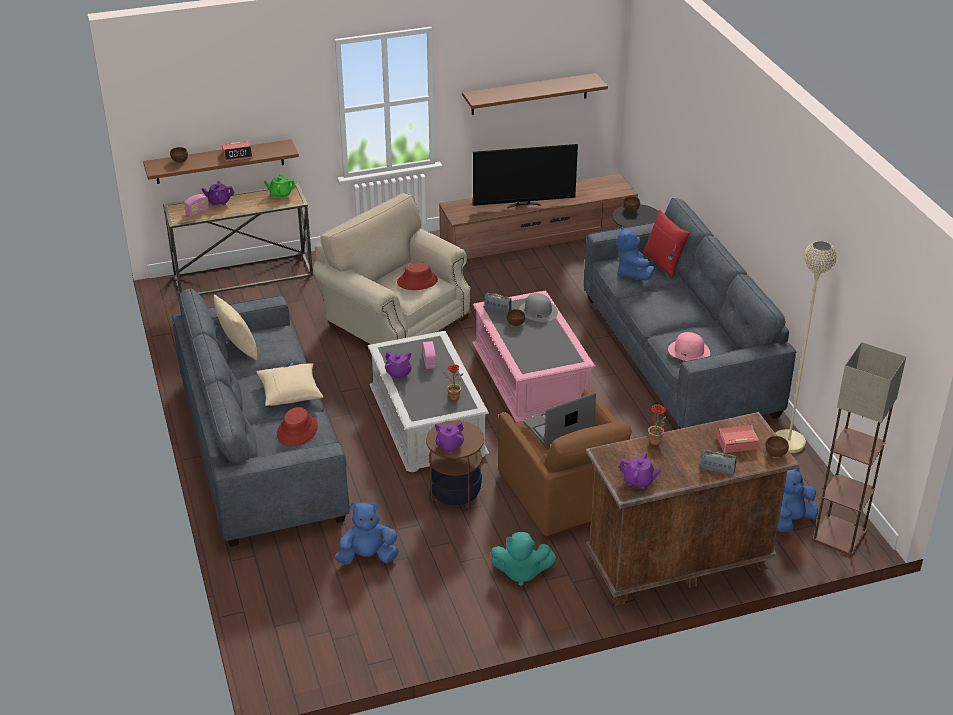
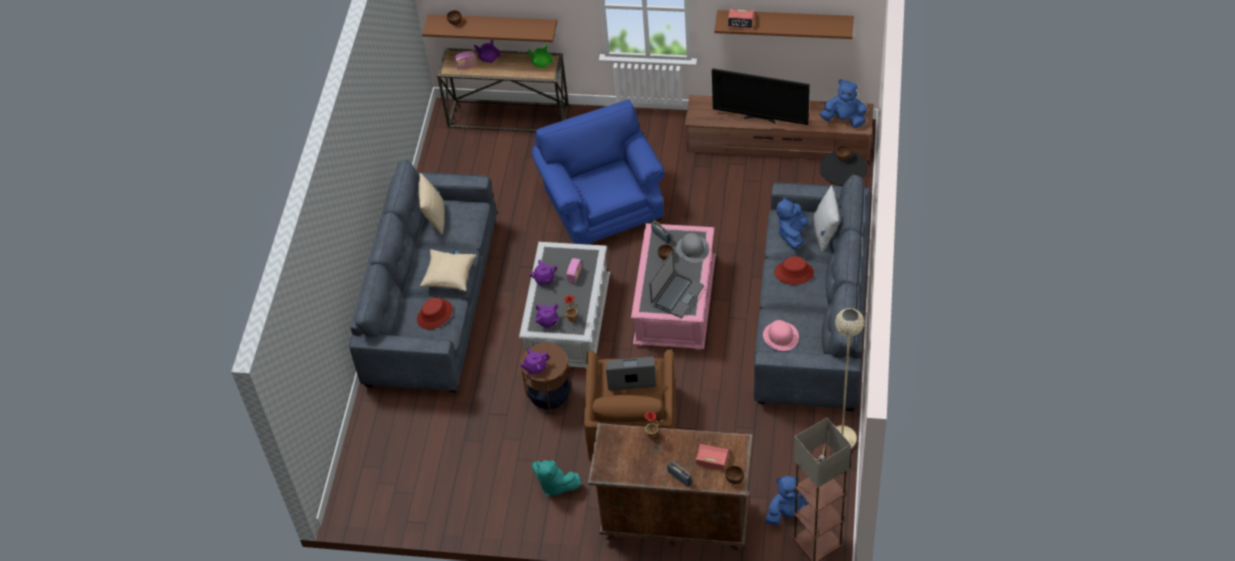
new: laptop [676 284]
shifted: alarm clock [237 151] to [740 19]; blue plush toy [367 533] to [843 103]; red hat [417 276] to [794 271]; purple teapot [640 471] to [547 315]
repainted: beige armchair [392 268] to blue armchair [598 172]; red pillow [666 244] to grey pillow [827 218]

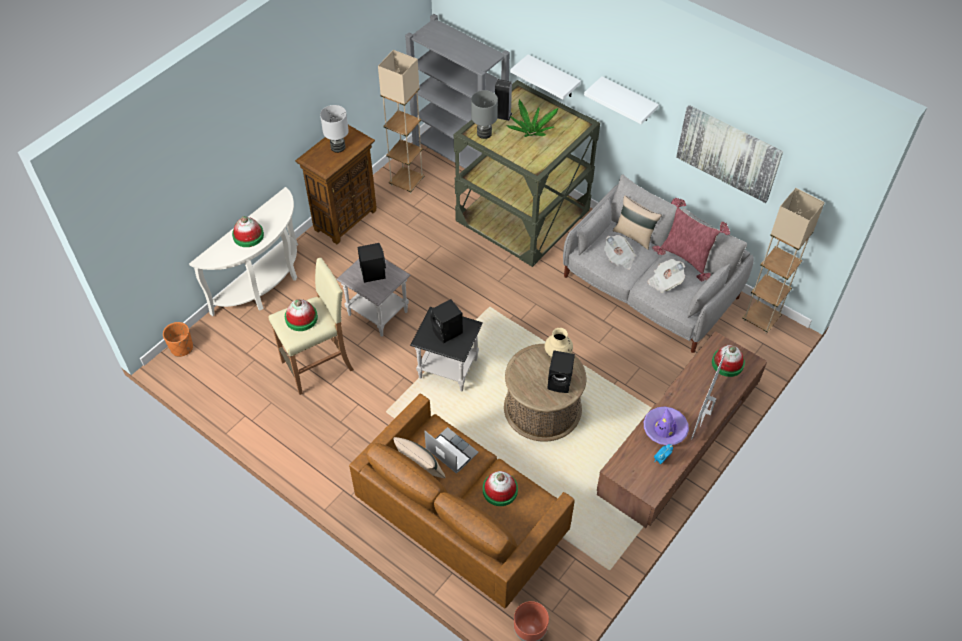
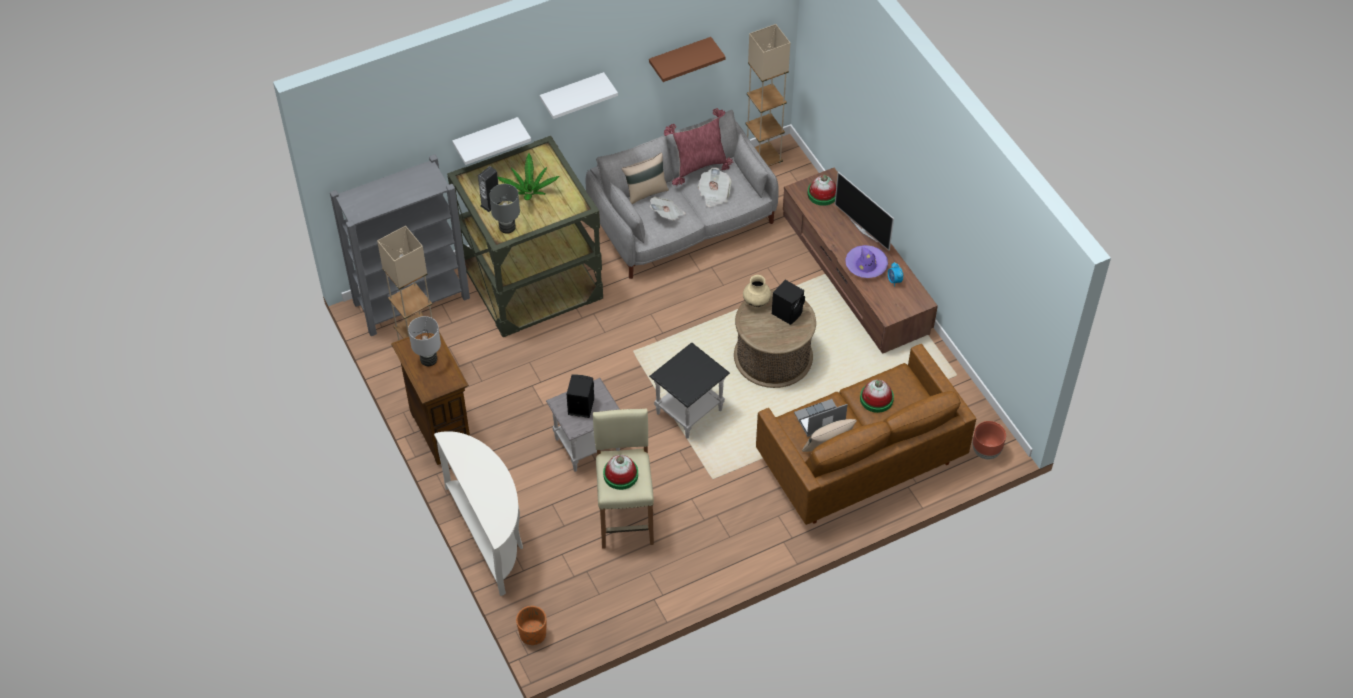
gone: hat [248 231]; black speaker [446 321]
swapped: picture [729 154] to brown shelf [687 59]

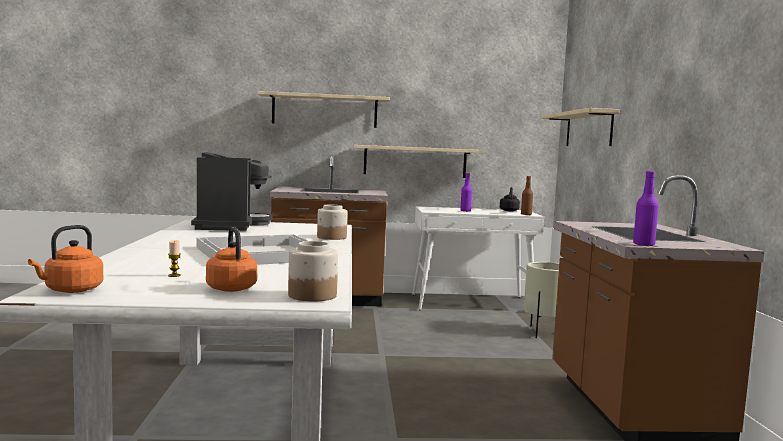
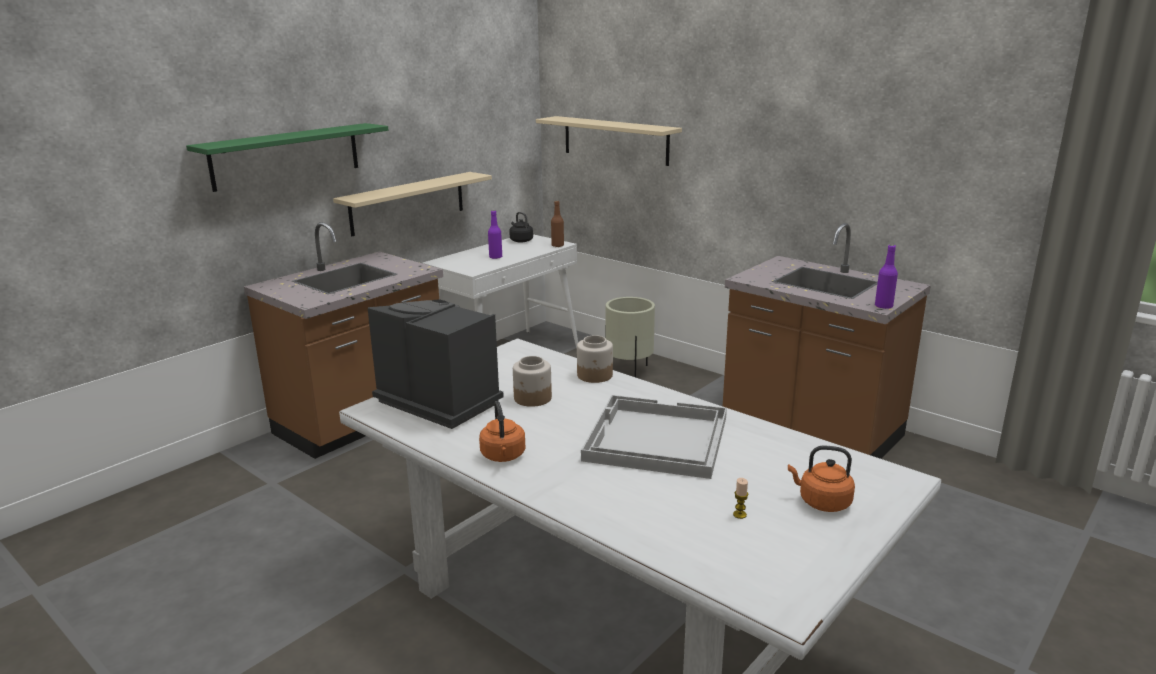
shifted: orange kettle [65 259] to [502 431]; jar [313 271] to [532 381]
repainted: beige shelf [323 109] to green shelf [287 157]

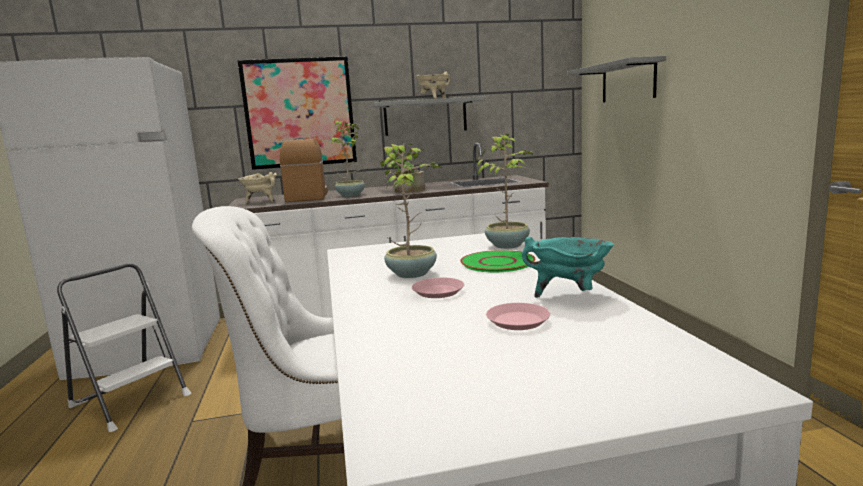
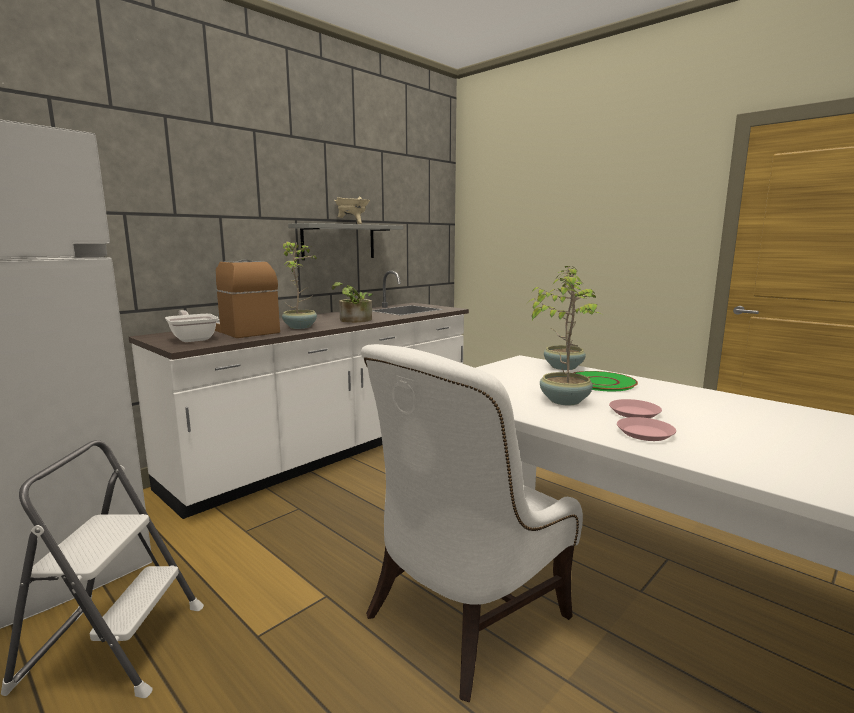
gone: picture [297 113]; turquoise cooking pot [568 267]; grey shelf [617 79]
shifted: pink plate [518 316] to [646 429]
swapped: beige cooking pot [257 187] to frying pan [191 326]

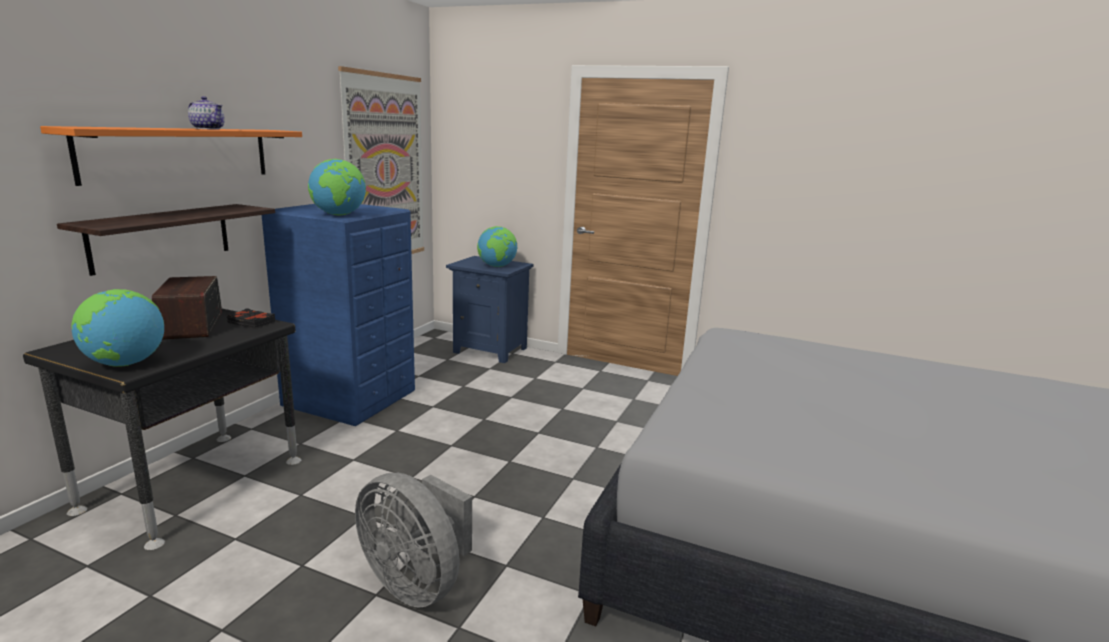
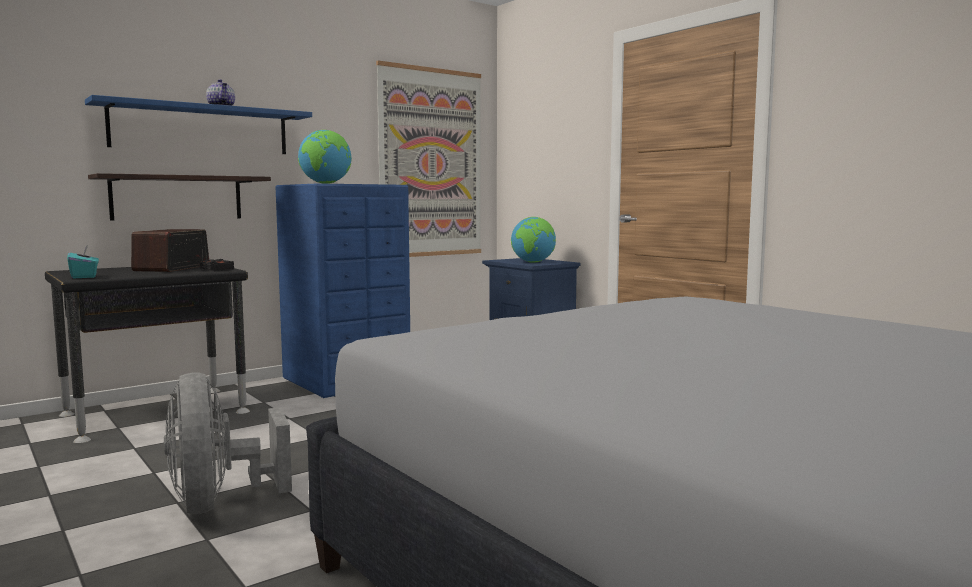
swapped: globe [117 328] to turquoise tissue box [83 261]
repainted: orange shelf [171 156] to blue shelf [198 124]

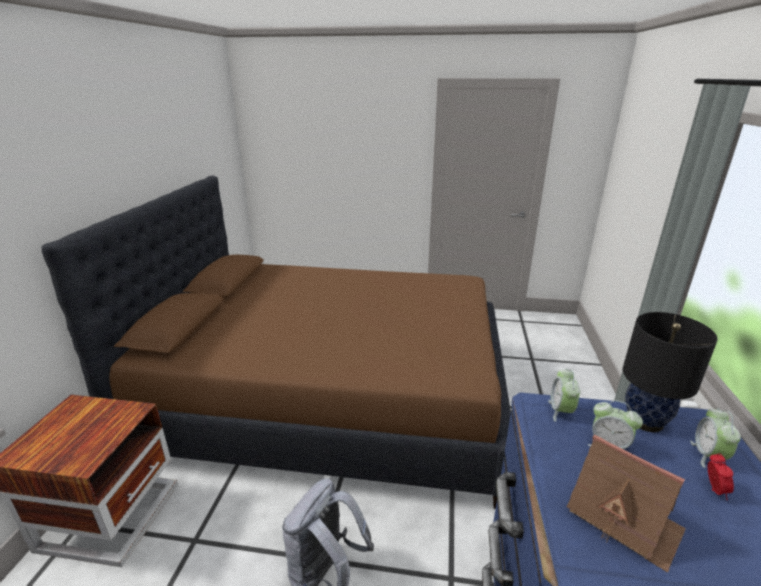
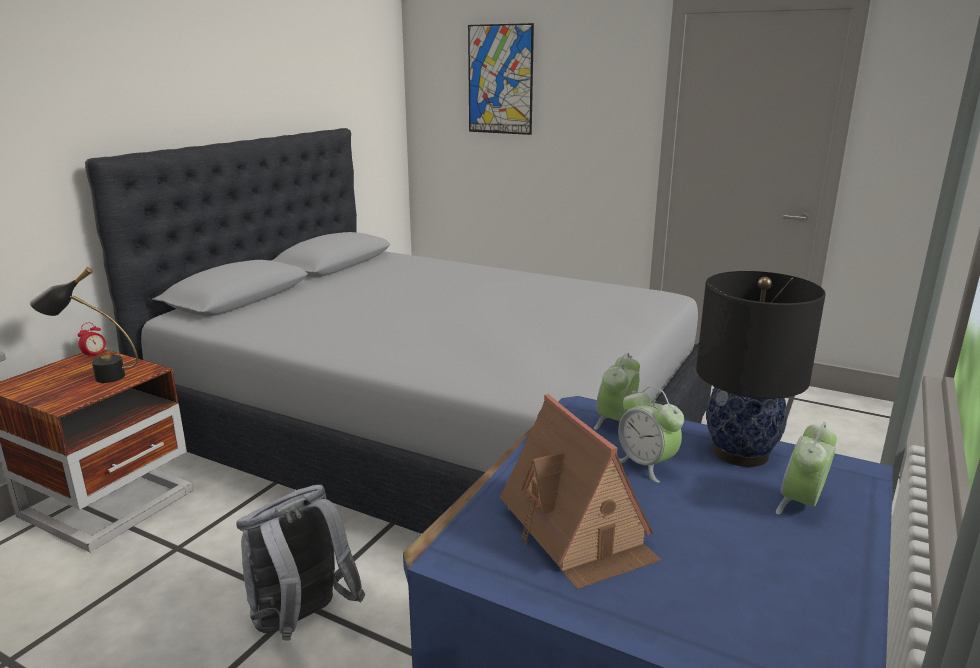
new: black table lamp [84 325]; picture [501 79]
shifted: alarm clock [721 476] to [92 340]
repainted: brown bed [276 342] to grey bed [398 331]

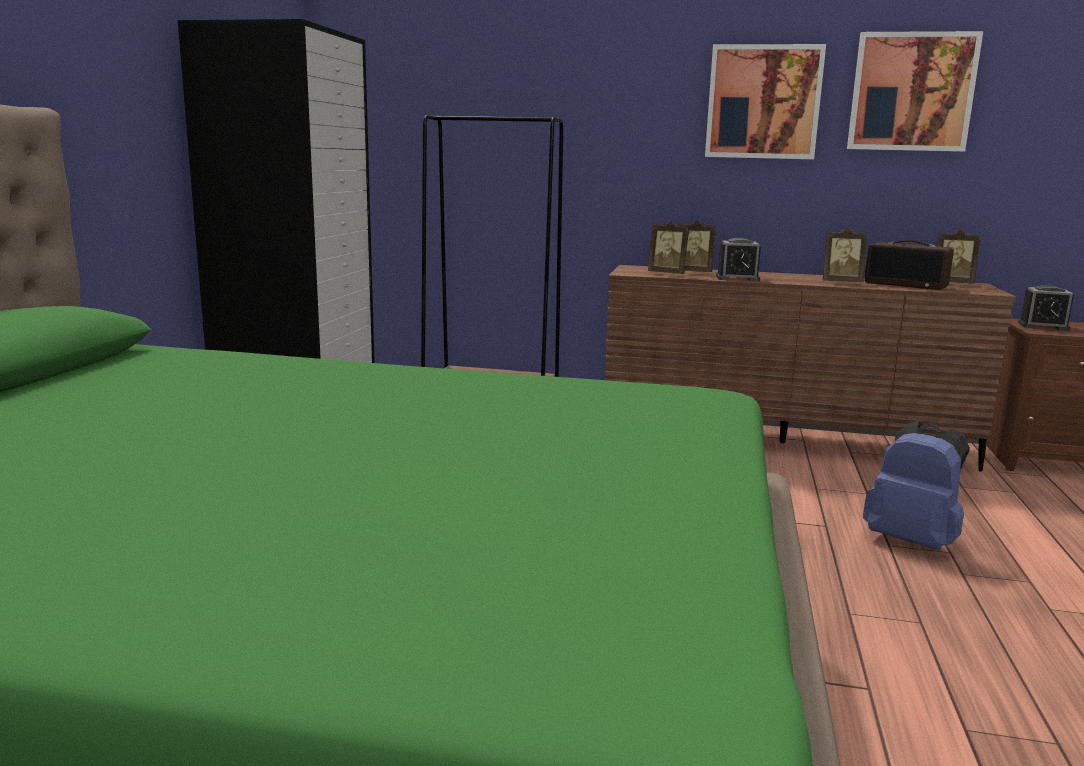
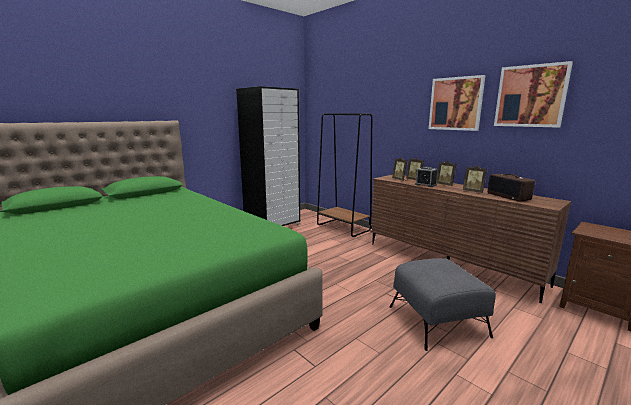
gone: alarm clock [1046 308]
shifted: picture frame [959 256] to [446 173]
swapped: blue backpack [916 485] to grey ottoman [443 304]

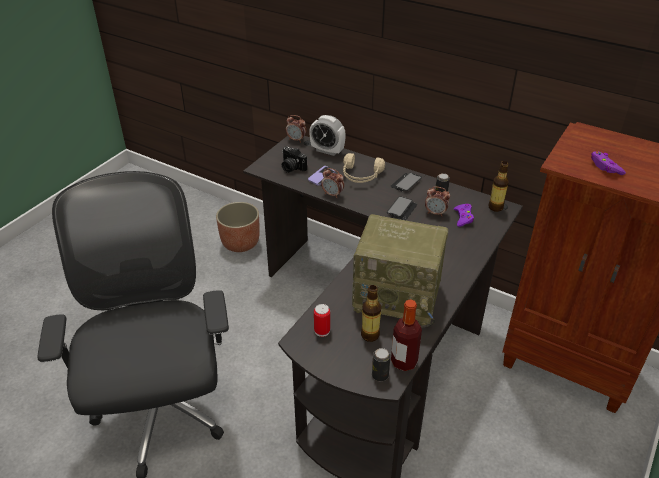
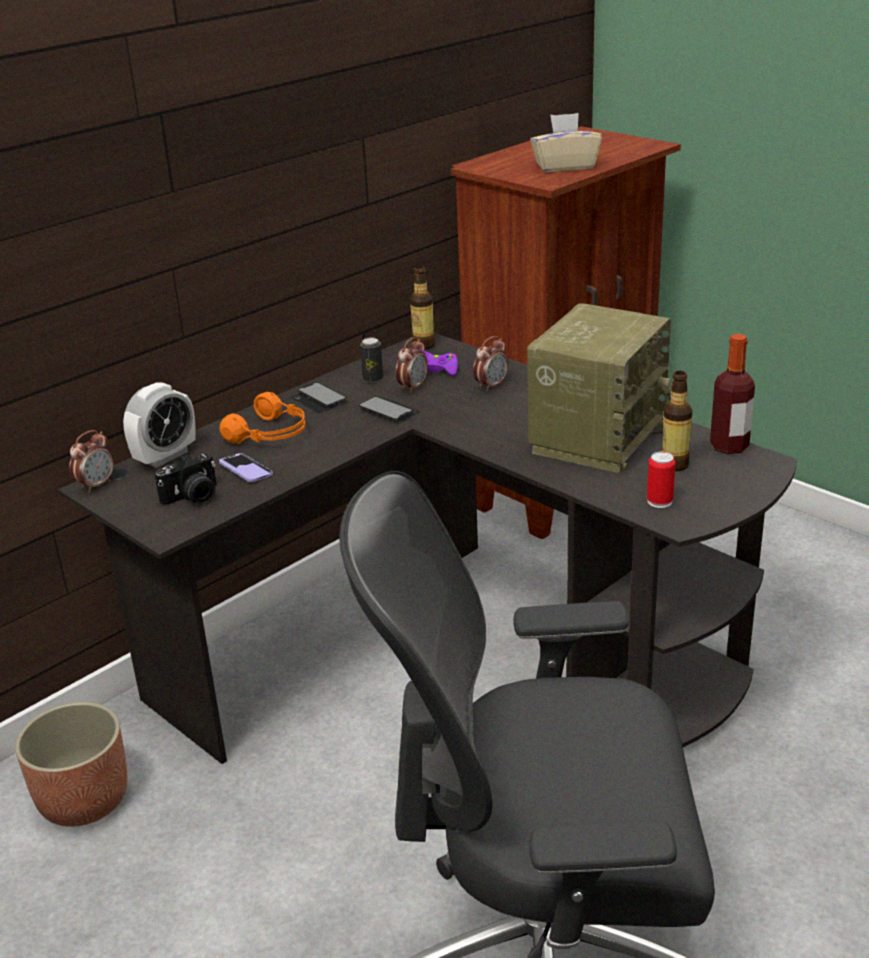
gone: can [381 364]
shifted: alarm clock [332 183] to [490 364]
swapped: purple game controller [608 163] to beige tissue box [566 142]
repainted: beige headphones [364 168] to orange headphones [262 418]

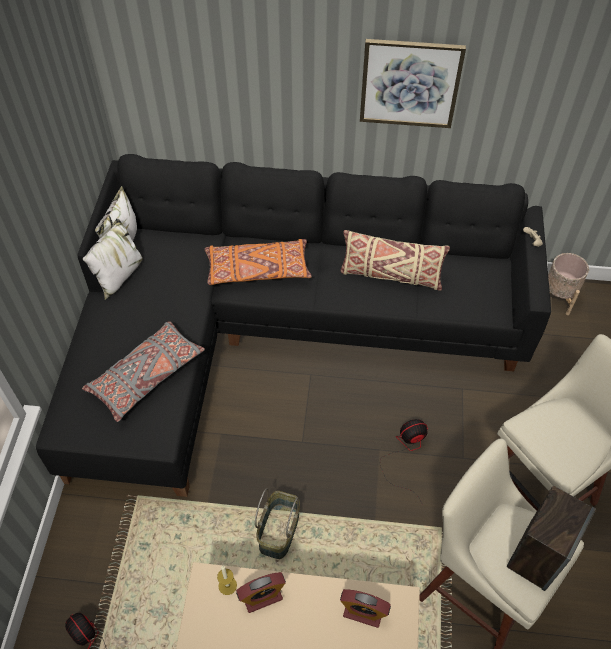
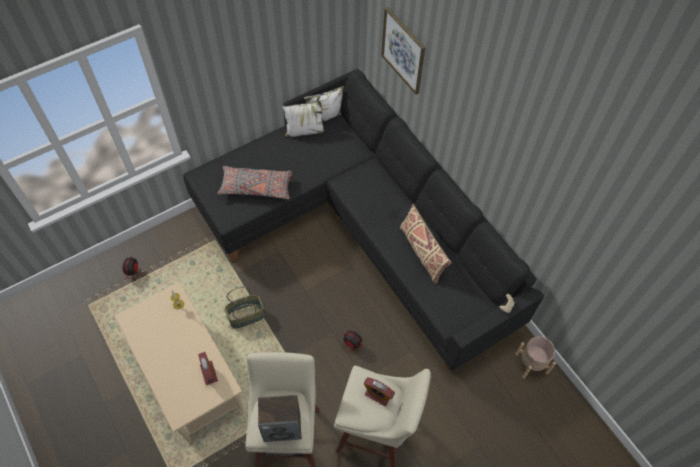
gone: orange pillow [258 262]
shifted: alarm clock [261 592] to [379 391]; picture [413 83] to [403 50]

